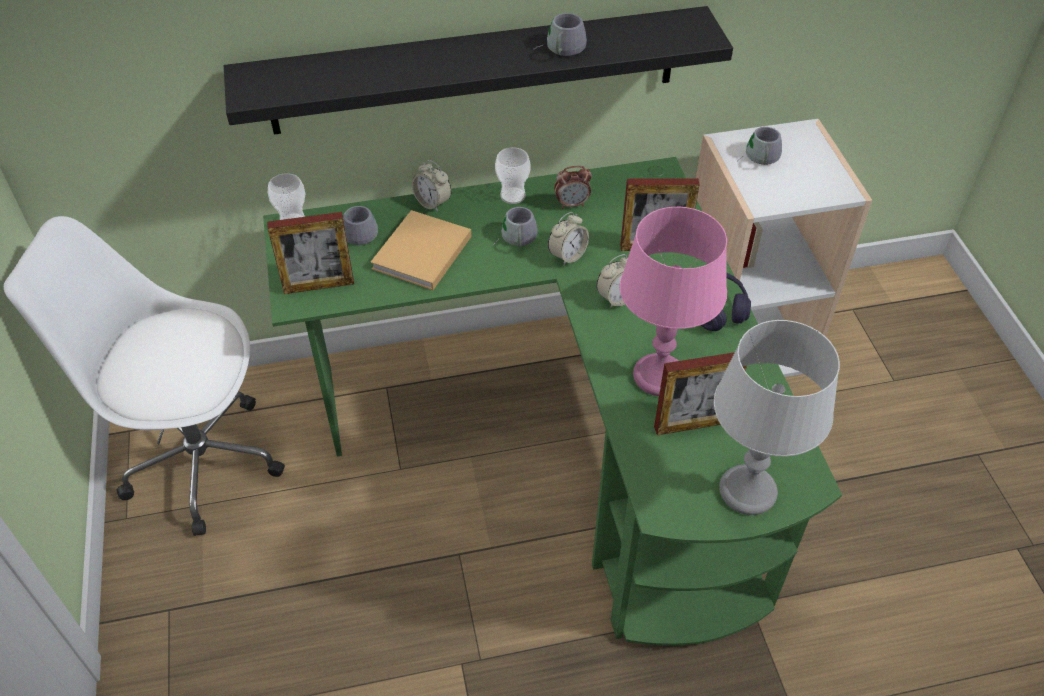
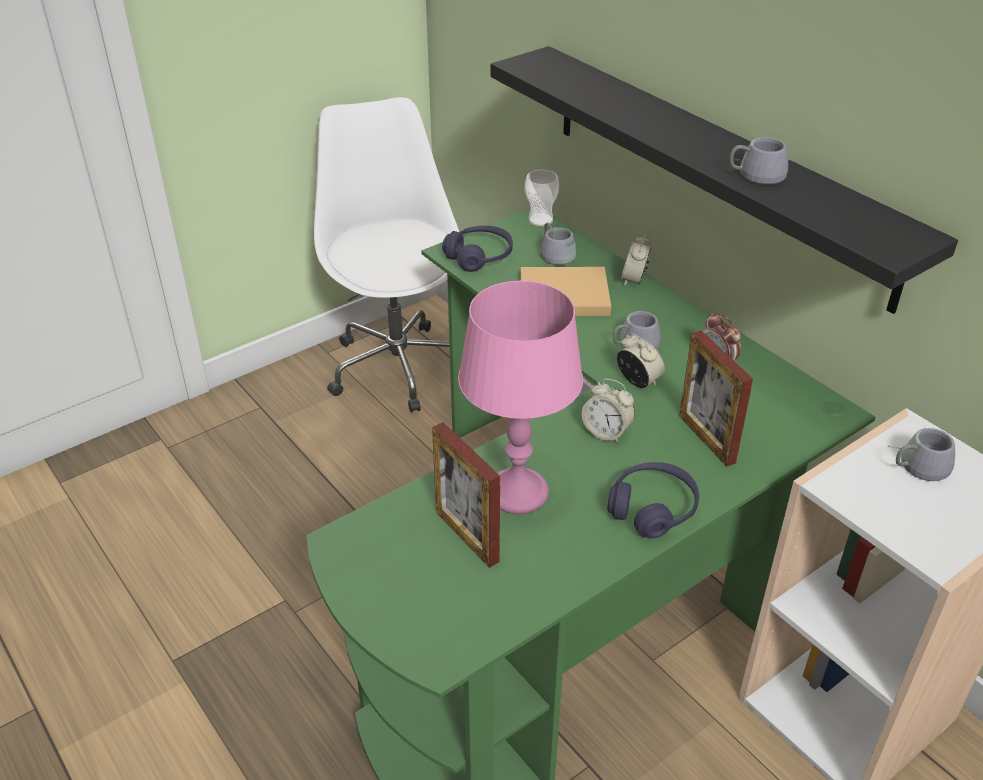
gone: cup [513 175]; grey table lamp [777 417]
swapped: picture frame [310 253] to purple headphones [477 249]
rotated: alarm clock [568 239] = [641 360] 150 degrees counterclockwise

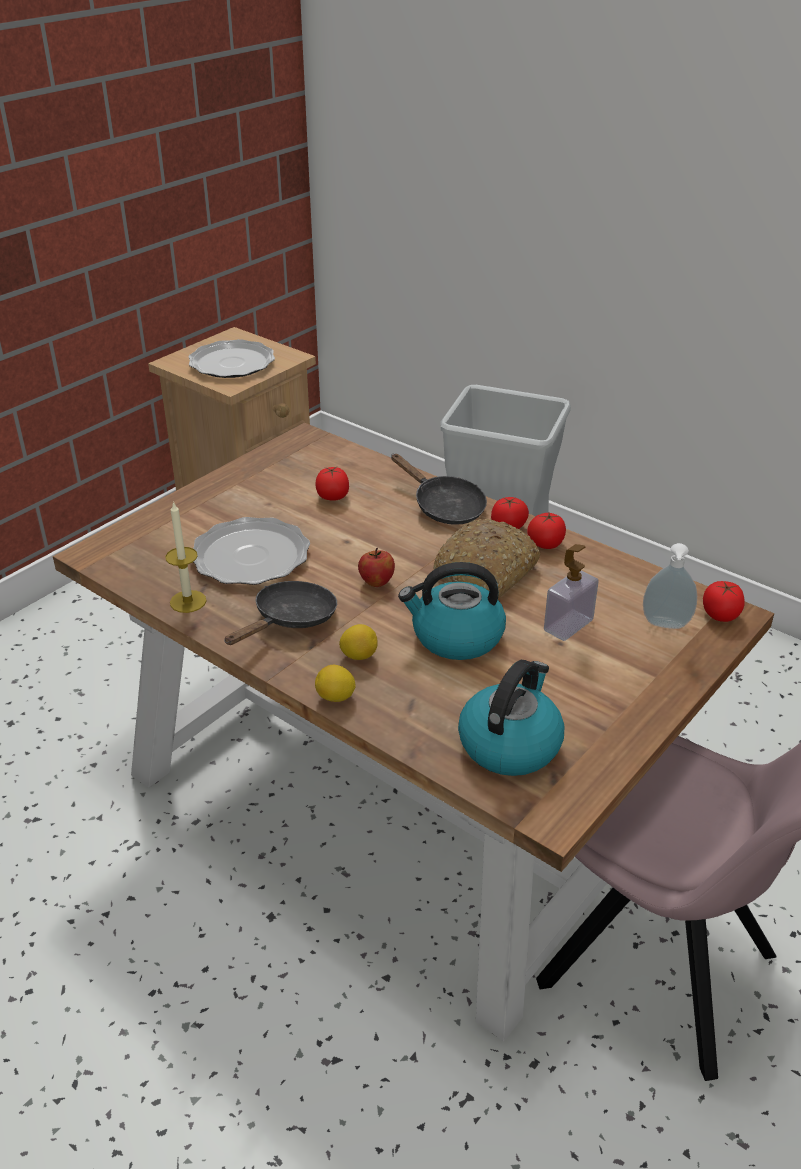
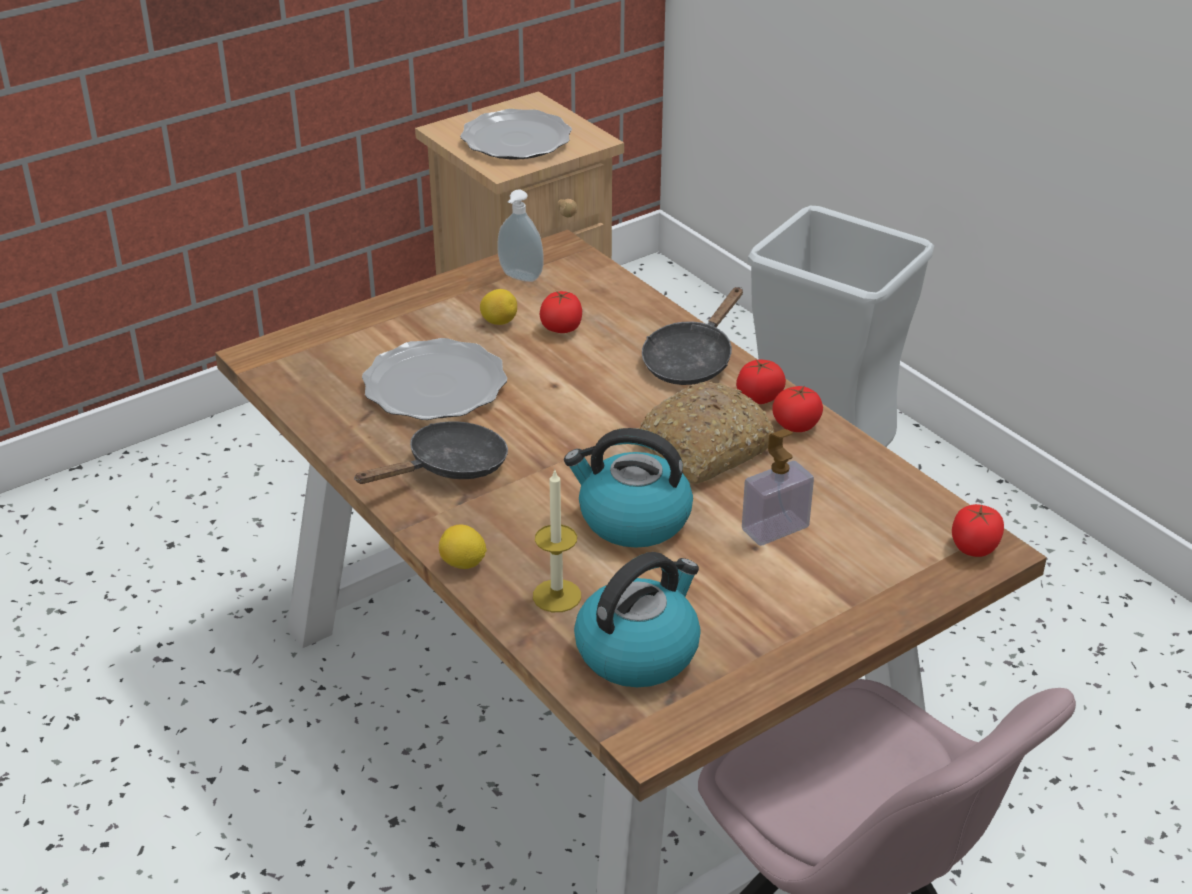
gone: apple [376 567]
shifted: candle [185 557] to [557 540]; lemon [358 642] to [498 307]; soap dispenser [670 586] to [520 235]
rotated: black frying pan [439 489] = [692 336] 60 degrees clockwise

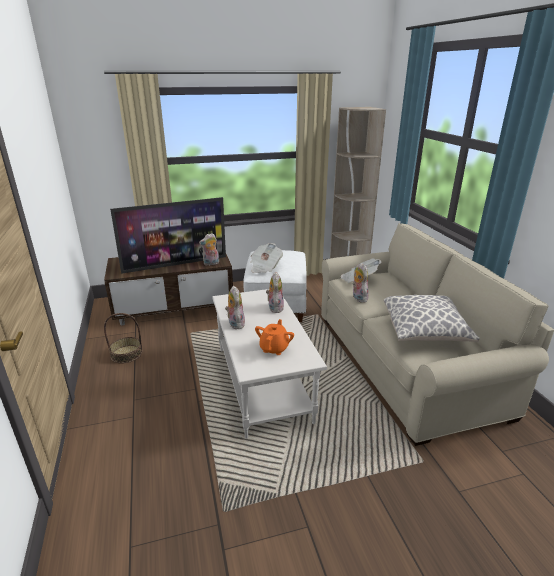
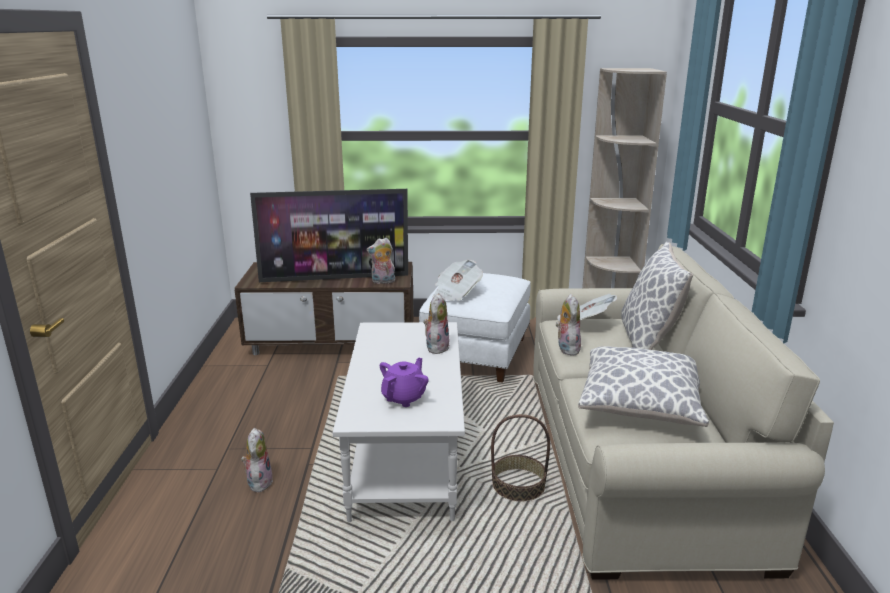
new: pillow [657 296]
shifted: basket [123 338] to [520 457]; plush toy [235 307] to [257 460]
repainted: orange teapot [274 337] to purple teapot [404 382]

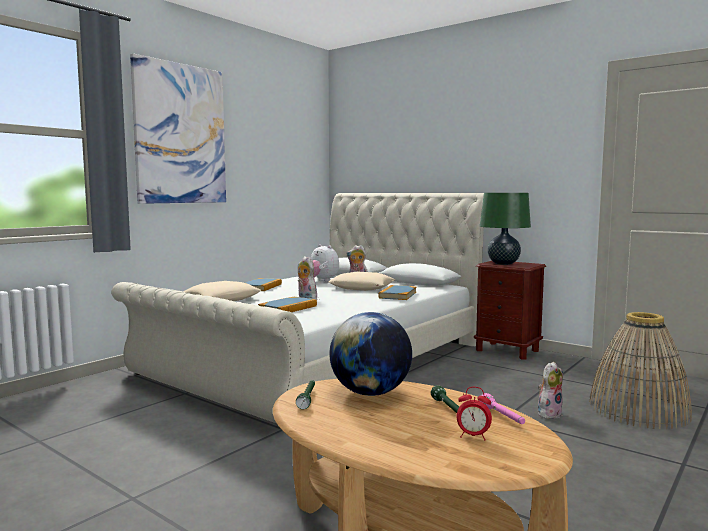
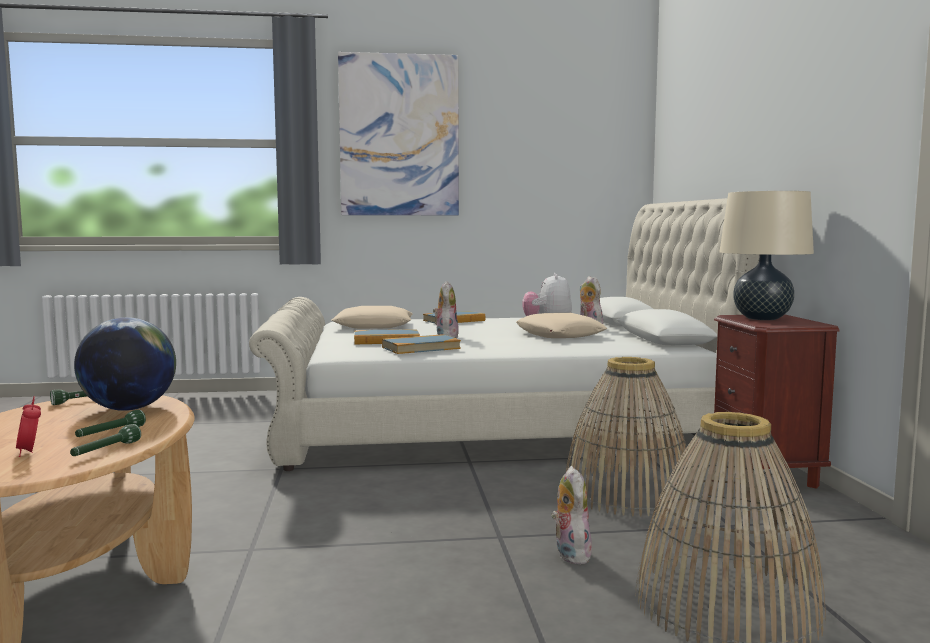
new: basket [629 437]
shifted: book [397 292] to [421 344]
repainted: pink flashlight [501 408] to green flashlight [105 440]; green table lamp [505 229] to beige table lamp [767 255]
rotated: plush toy [550 390] = [571 515] 105 degrees counterclockwise

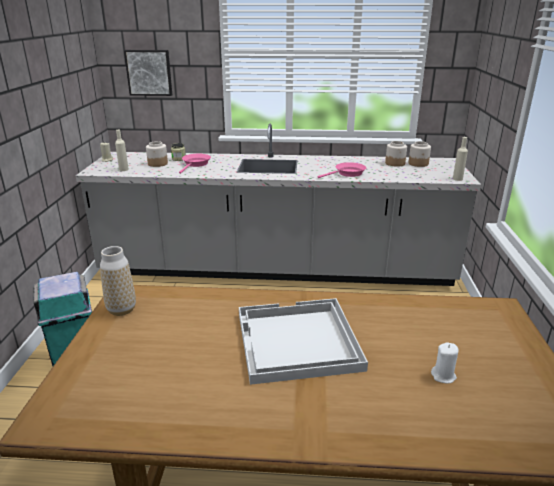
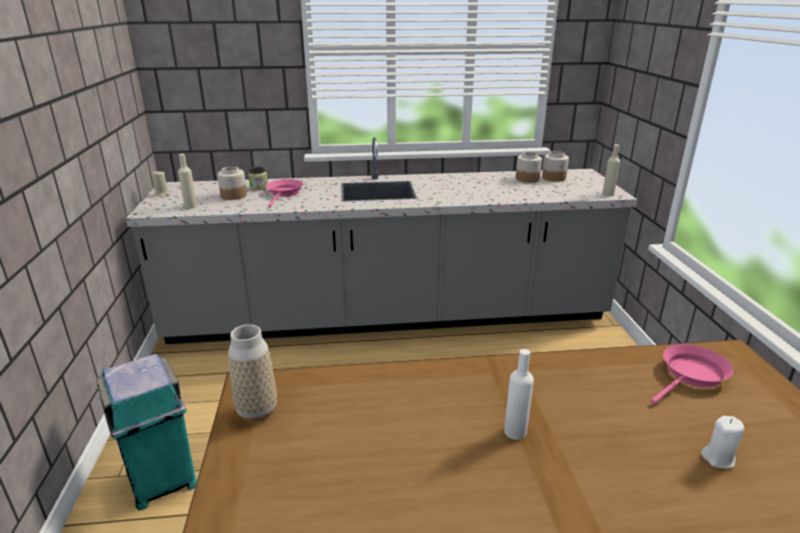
gone: picture [148 73]
shifted: pink frying pan [342 170] to [692 374]
swapped: white tray [303 341] to white bottle [519 394]

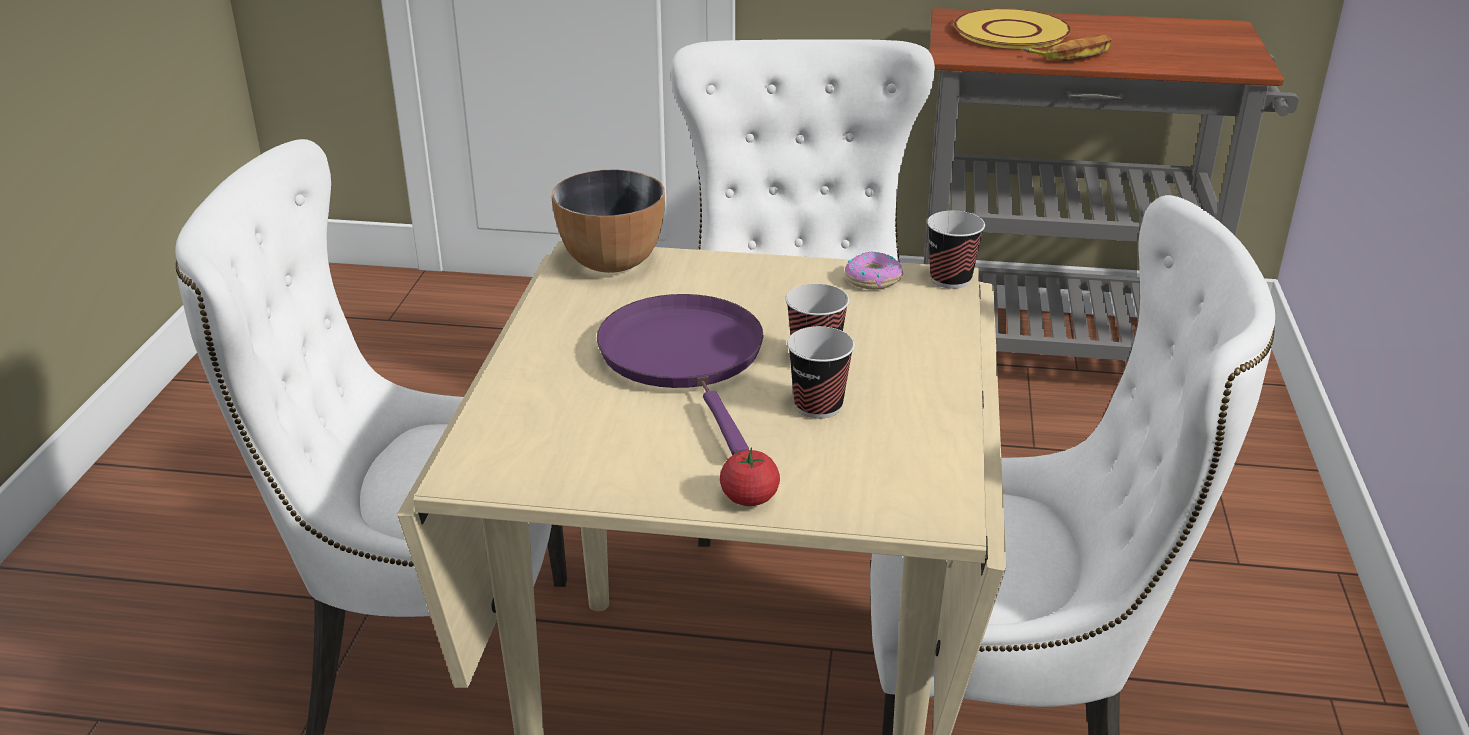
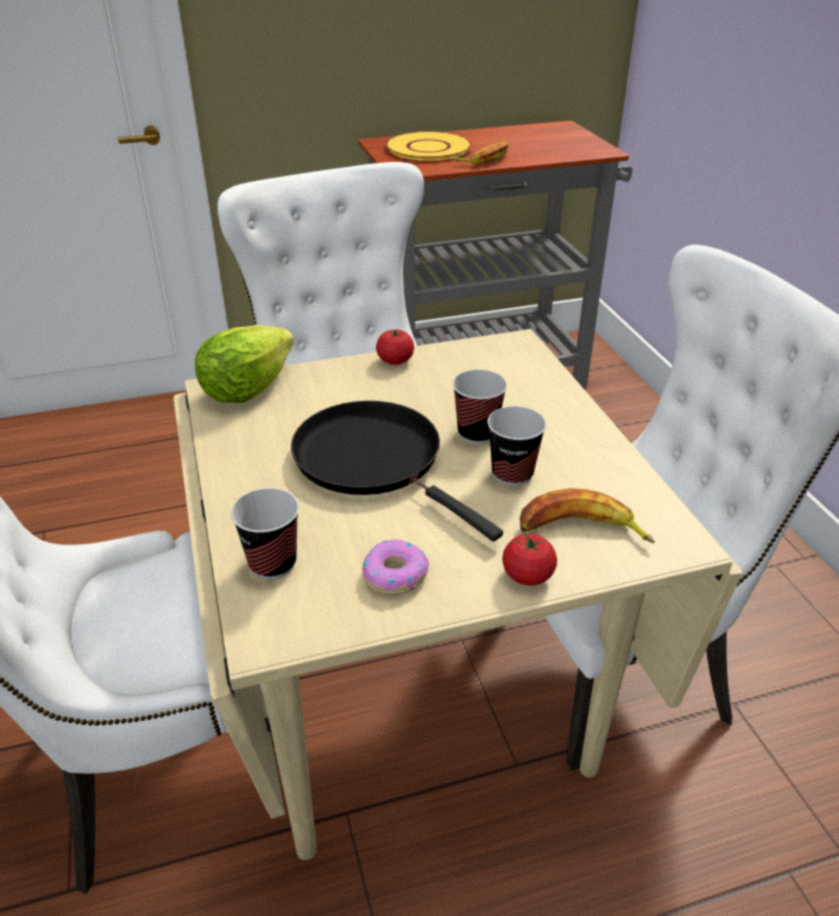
new: tomato [395 347]; banana [587 516]
shifted: donut [874 270] to [395 567]; cup [956 250] to [265 533]
swapped: bowl [608 221] to lettuce [244 364]
repainted: purple frying pan [680 374] to black frying pan [397 471]

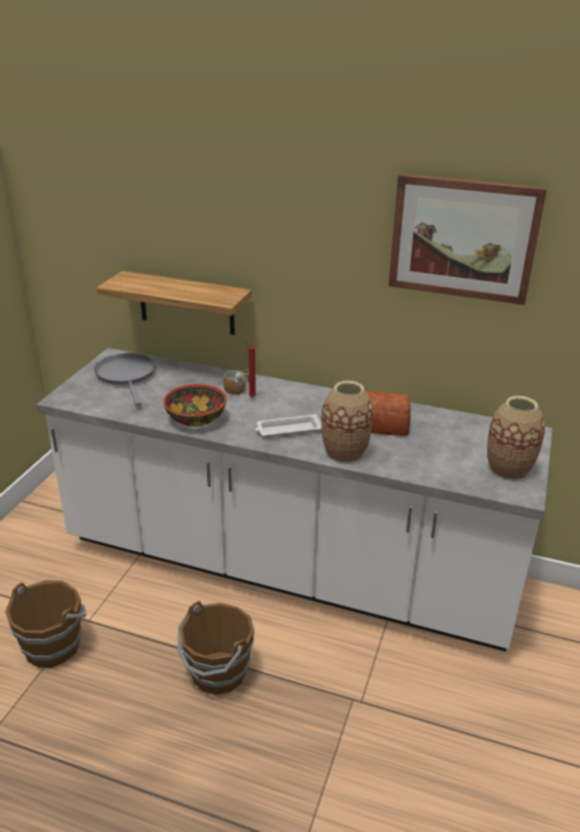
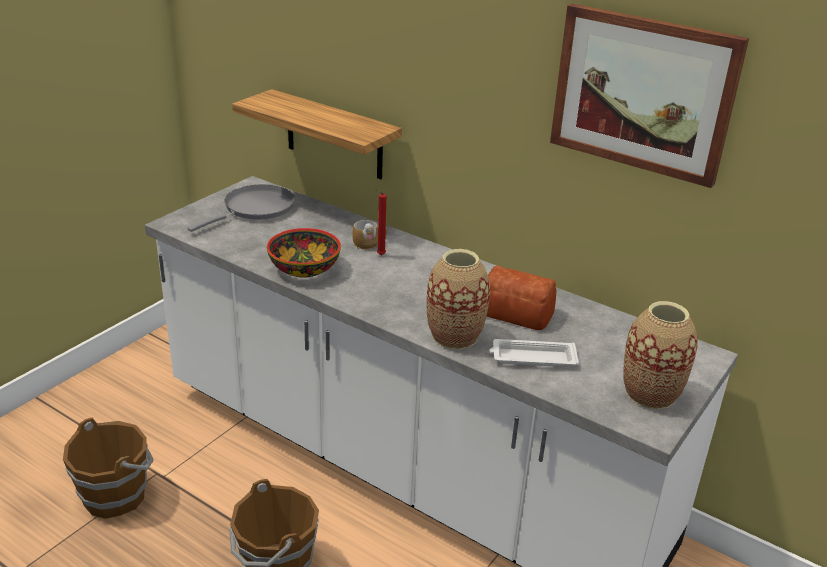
shifted: white tray [288 426] to [534 353]
rotated: grey frying pan [125 379] = [241 208] 45 degrees clockwise

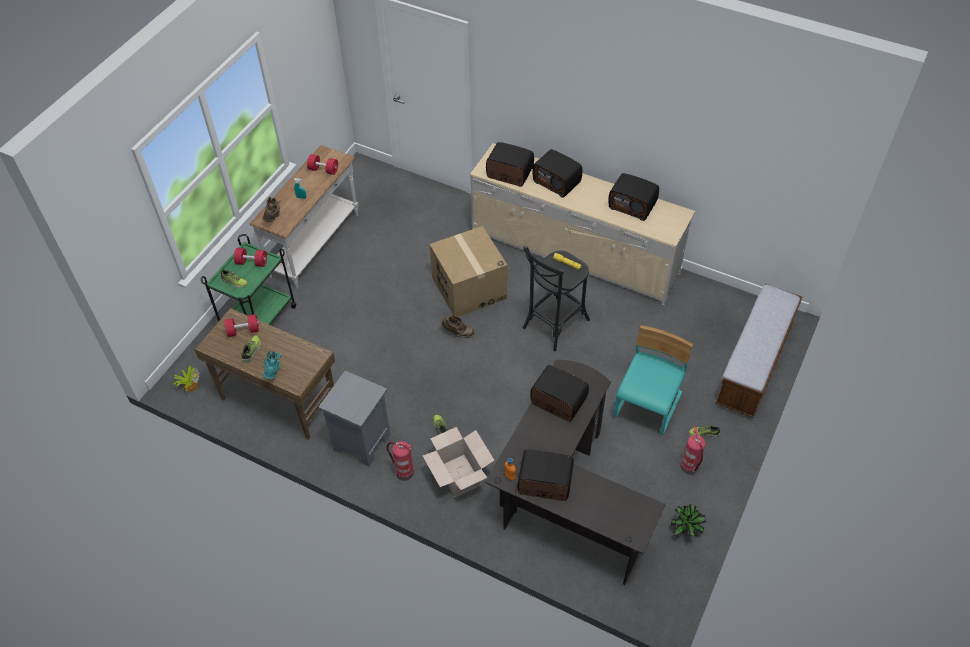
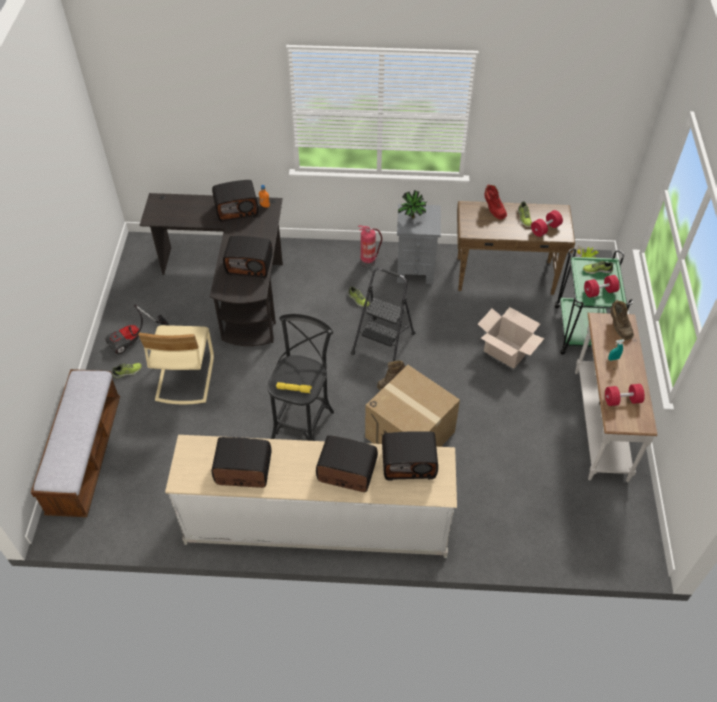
new: black step ladder [383 314]
shifted: cardboard box [458 462] to [511 338]; potted plant [688 520] to [412 204]
swapped: fire extinguisher [693 450] to vacuum cleaner [138 329]
repainted: turquoise boot [272 364] to red boot [495 202]; turquoise chair [653 380] to beige chair [176 364]

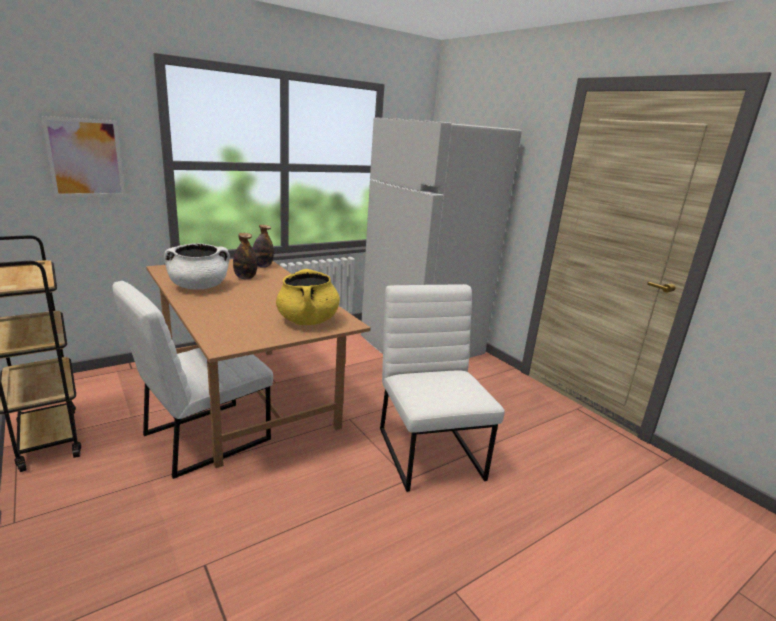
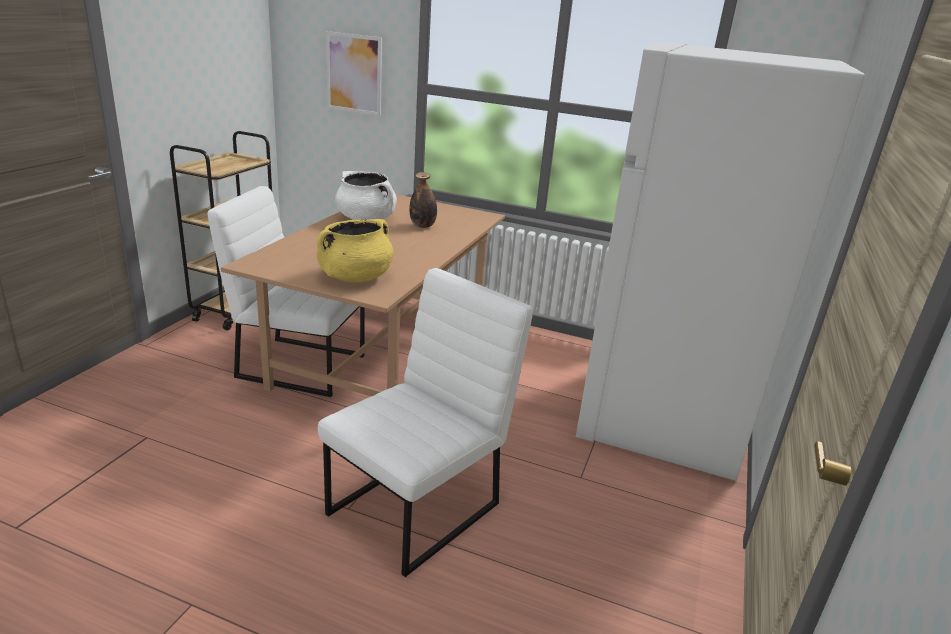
gone: bottle [263 246]

